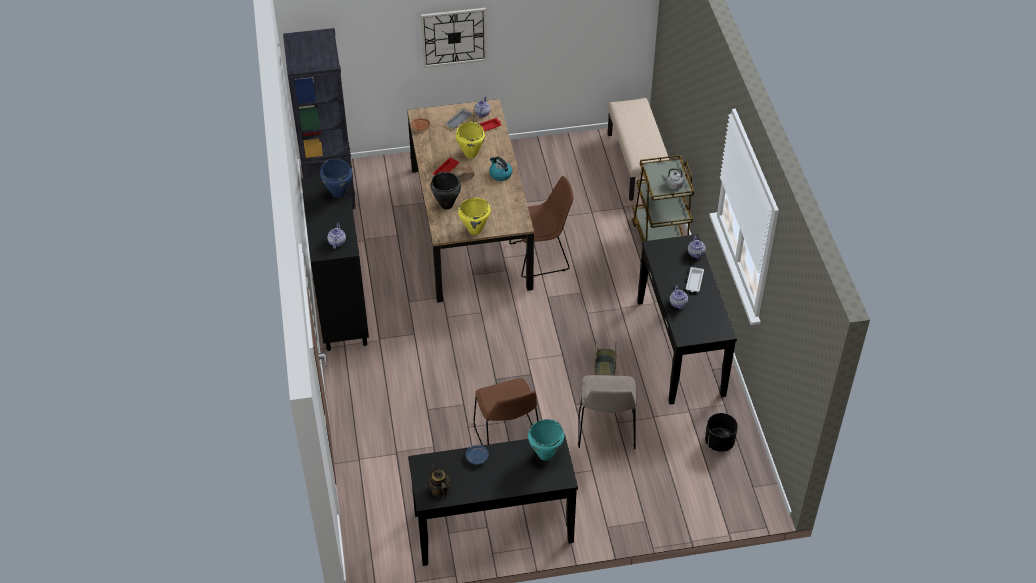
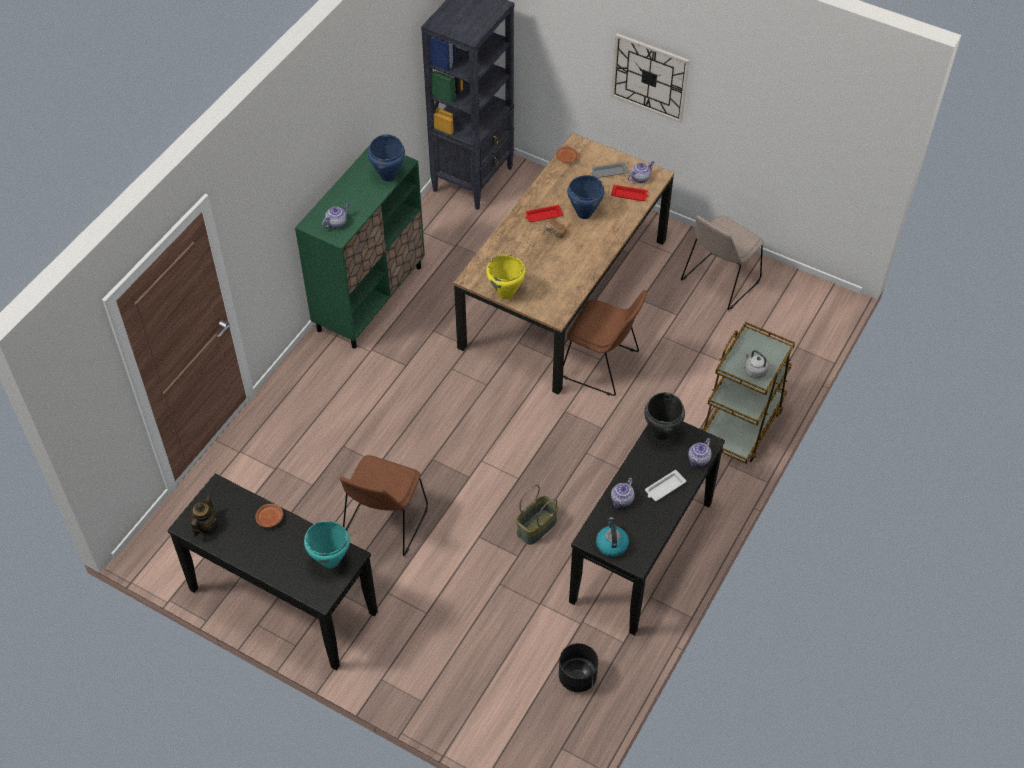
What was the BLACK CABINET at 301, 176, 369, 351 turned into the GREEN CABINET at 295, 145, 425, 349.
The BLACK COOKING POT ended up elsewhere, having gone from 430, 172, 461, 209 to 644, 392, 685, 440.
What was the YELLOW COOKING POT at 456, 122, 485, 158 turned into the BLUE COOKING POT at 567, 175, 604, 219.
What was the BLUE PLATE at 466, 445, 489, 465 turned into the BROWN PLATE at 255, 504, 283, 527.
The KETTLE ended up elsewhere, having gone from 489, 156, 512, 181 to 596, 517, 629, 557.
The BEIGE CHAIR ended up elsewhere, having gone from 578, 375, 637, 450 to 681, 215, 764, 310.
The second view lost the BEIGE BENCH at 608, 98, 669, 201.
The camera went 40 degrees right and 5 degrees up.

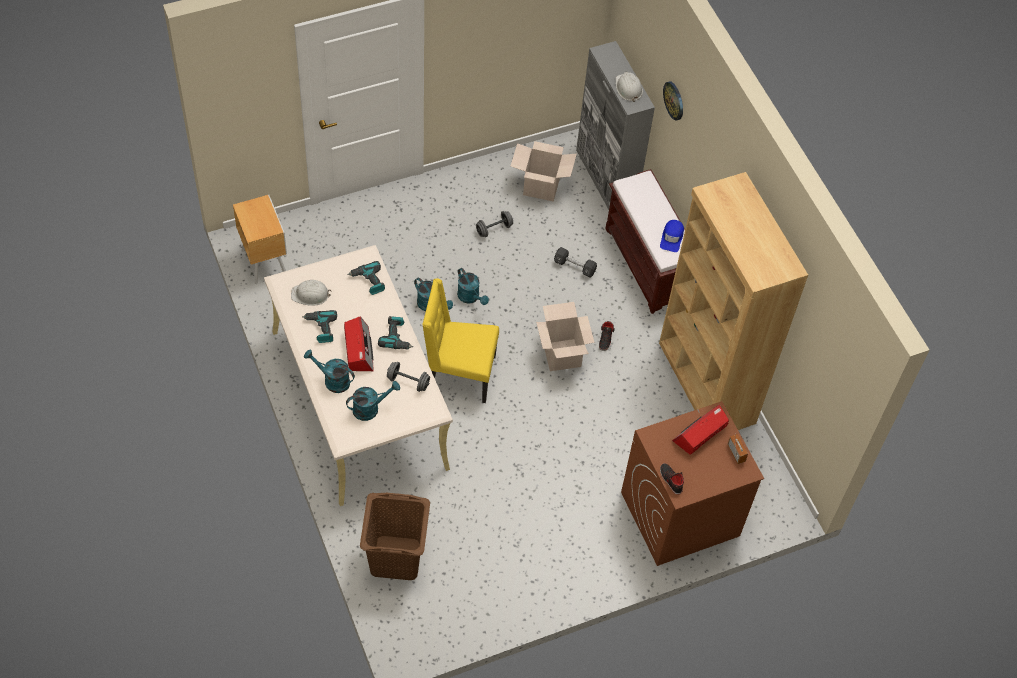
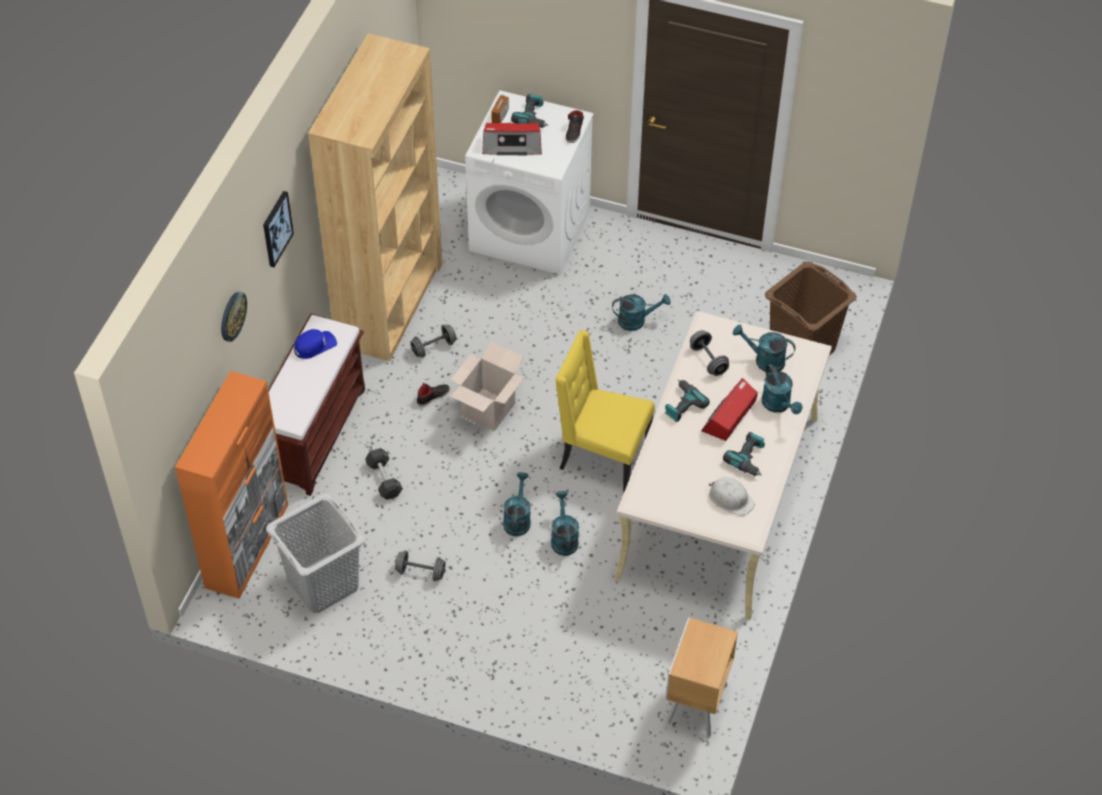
The POWER DRILL ended up elsewhere, having gone from 347, 261, 385, 295 to 511, 94, 548, 128.
The YELLOW CHAIR at 422, 278, 499, 403 ended up facing another way, 150 degrees clockwise from before.
Where the CARDBOARD BOX stood at 511, 141, 577, 202, the GREY LAUNDRY BASKET came to stand at 266, 493, 365, 613.
What was the GREY CABINET at 576, 41, 655, 210 turned into the ORANGE CABINET at 175, 371, 288, 599.
The second view lost the WHITE HARD HAT at 616, 72, 643, 102.
What was the BROWN WASHING MACHINE at 621, 401, 764, 566 turned into the WHITE WASHING MACHINE at 465, 90, 594, 275.
The second view gained the PICTURE at 263, 191, 294, 267.
The second view gained the GREY DUMBBELL at 410, 324, 457, 357.
The second view gained the TURQUOISE WATERING CAN at 612, 294, 671, 331.
The camera went 135 degrees left and 5 degrees down.

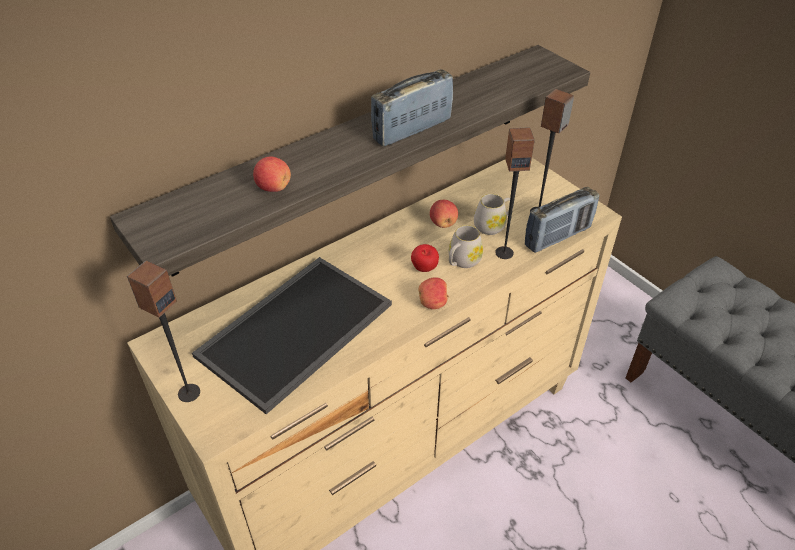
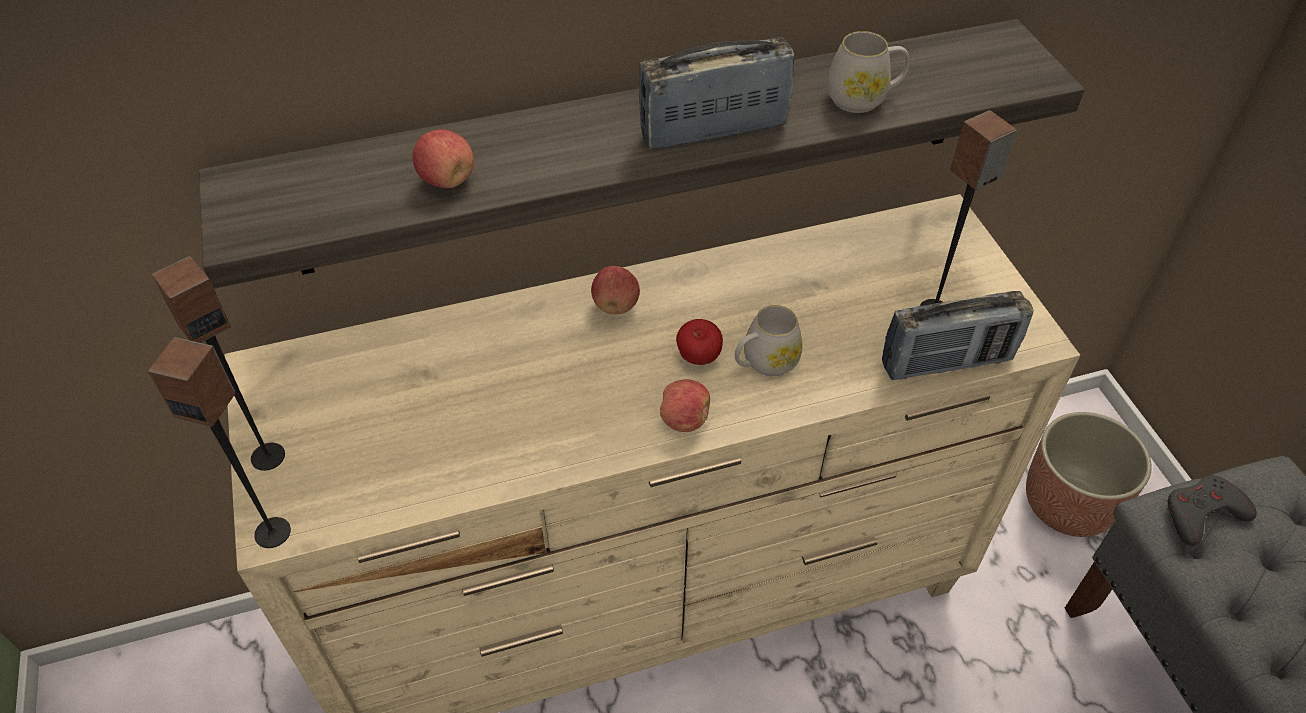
The second view lost the TRAY at 192, 257, 392, 414.
The APPLE ended up elsewhere, having gone from 430, 200, 458, 228 to 591, 266, 640, 314.
The WHITE MUG ended up elsewhere, having gone from 474, 194, 510, 235 to 827, 31, 910, 113.
The SPEAKER ended up elsewhere, having gone from 495, 127, 535, 259 to 148, 337, 291, 548.
The second view gained the PLANTER at 1026, 412, 1152, 537.
The second view gained the GREY GAME CONTROLLER at 1167, 476, 1257, 546.
The camera went 20 degrees right and 5 degrees up.

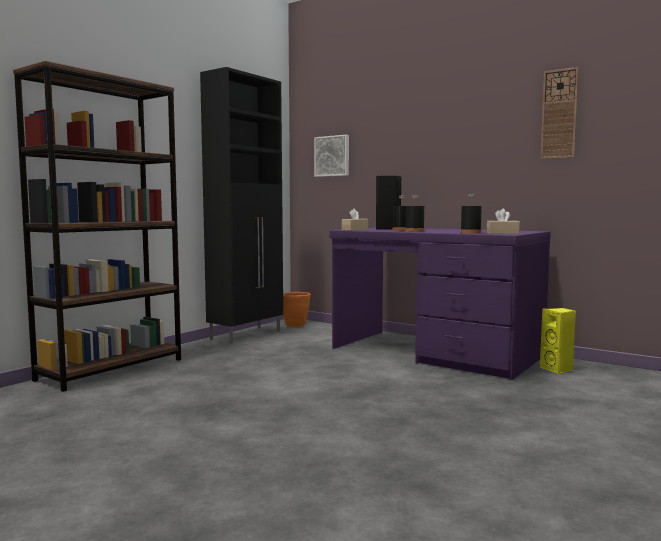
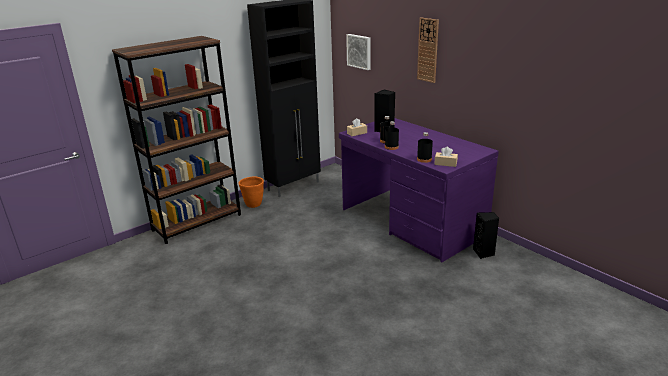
The ORANGE PLANTER ended up elsewhere, having gone from 283, 292, 311, 327 to 239, 176, 264, 208.
What was the YELLOW SPEAKER at 540, 308, 576, 374 turned into the BLACK SPEAKER at 473, 212, 500, 259.
The WALL CLOCK ended up elsewhere, having gone from 541, 67, 579, 159 to 417, 17, 439, 83.
The camera went 15 degrees right and 20 degrees up.

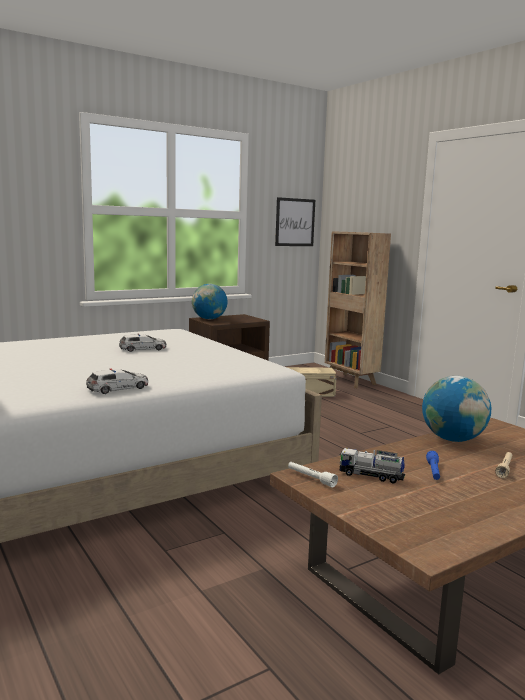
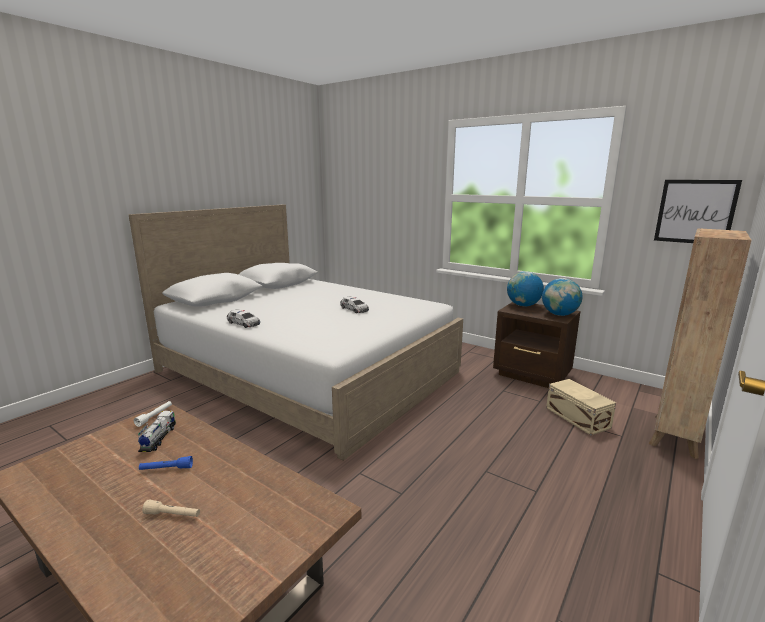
The GLOBE ended up elsewhere, having gone from 422, 376, 491, 442 to 542, 278, 583, 316.
The camera went 70 degrees right and 5 degrees up.

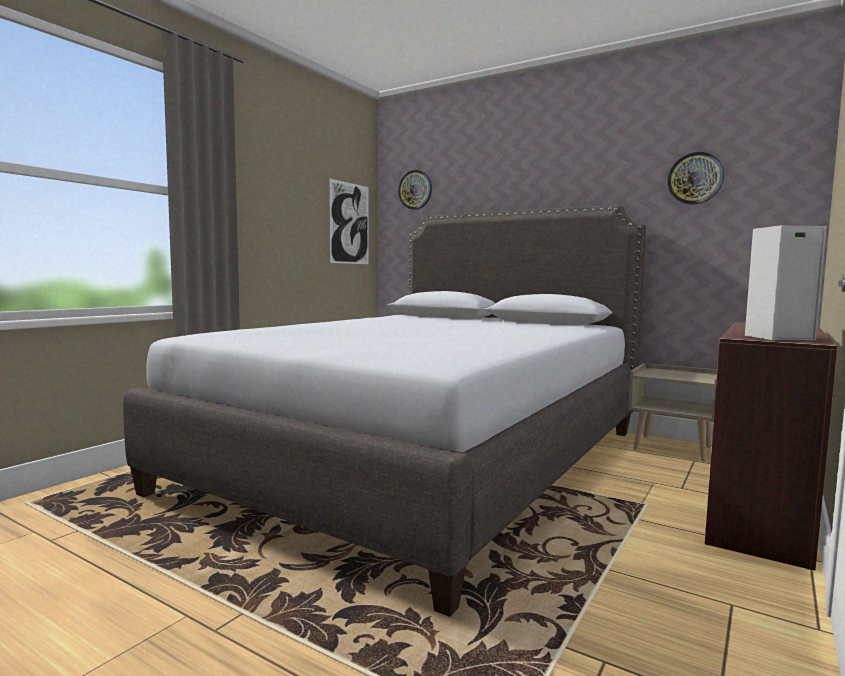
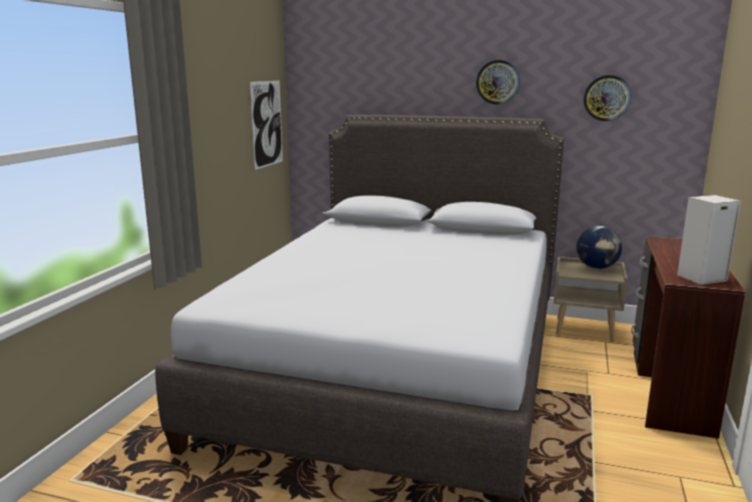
The WALL CLOCK ended up elsewhere, having gone from 398, 170, 432, 210 to 476, 60, 520, 105.
The second view gained the GLOBE at 576, 226, 622, 269.
The camera went 15 degrees left and 10 degrees up.

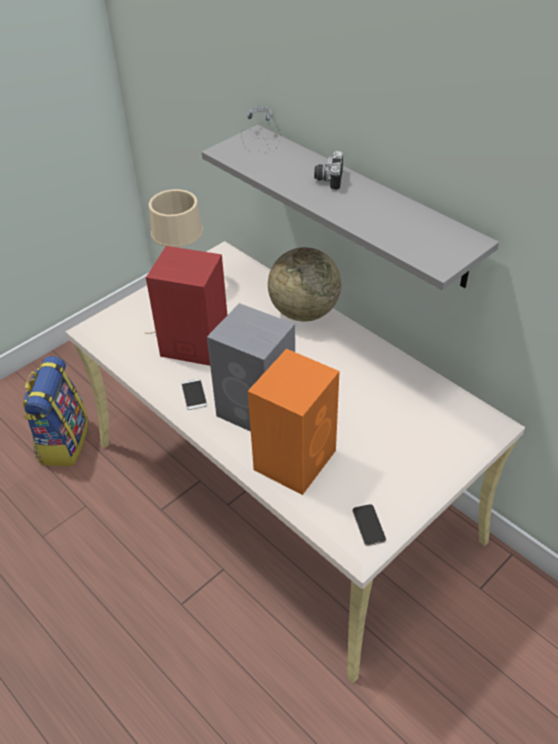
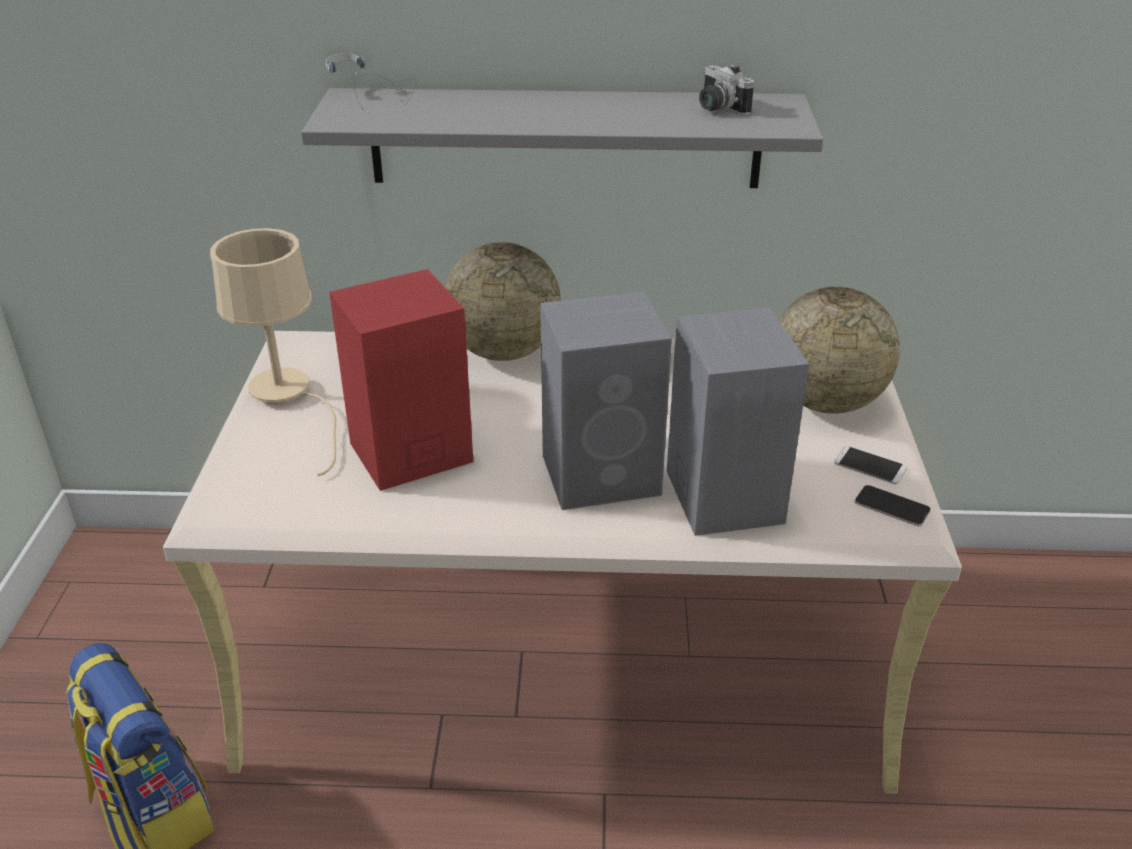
The PHONE ended up elsewhere, having gone from 181, 379, 207, 410 to 834, 446, 907, 484.
What was the ORANGE SPEAKER at 248, 349, 340, 495 turned into the GREY SPEAKER at 667, 308, 809, 536.
The PHOTO CAMERA ended up elsewhere, having gone from 314, 151, 343, 191 to 699, 63, 754, 115.
The second view gained the GLOBE at 779, 287, 900, 414.
The camera went 45 degrees left and 10 degrees down.

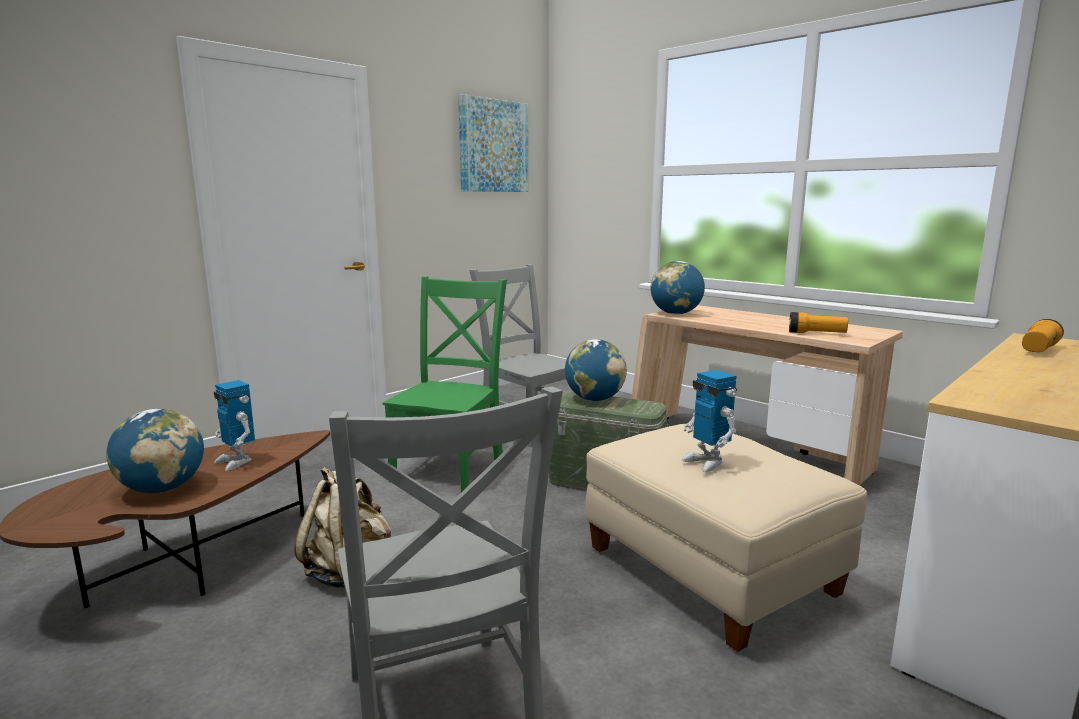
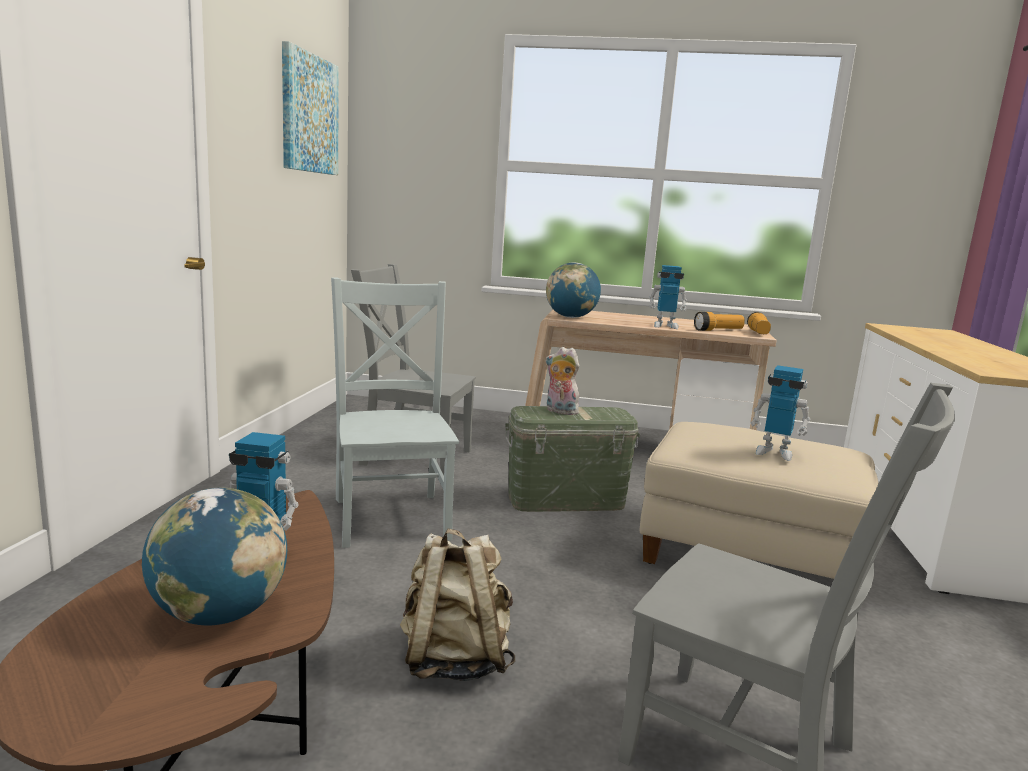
What was the GREEN CHAIR at 382, 276, 507, 492 turned into the GREY CHAIR at 331, 278, 459, 548.
Where the GLOBE stood at 565, 339, 627, 401, the PLUSH TOY came to stand at 545, 347, 580, 415.
The FLASHLIGHT ended up elsewhere, having gone from 1022, 319, 1064, 352 to 747, 312, 771, 334.
The second view gained the TOY ROBOT at 649, 265, 687, 329.
The camera went 35 degrees left and 0 degrees up.

